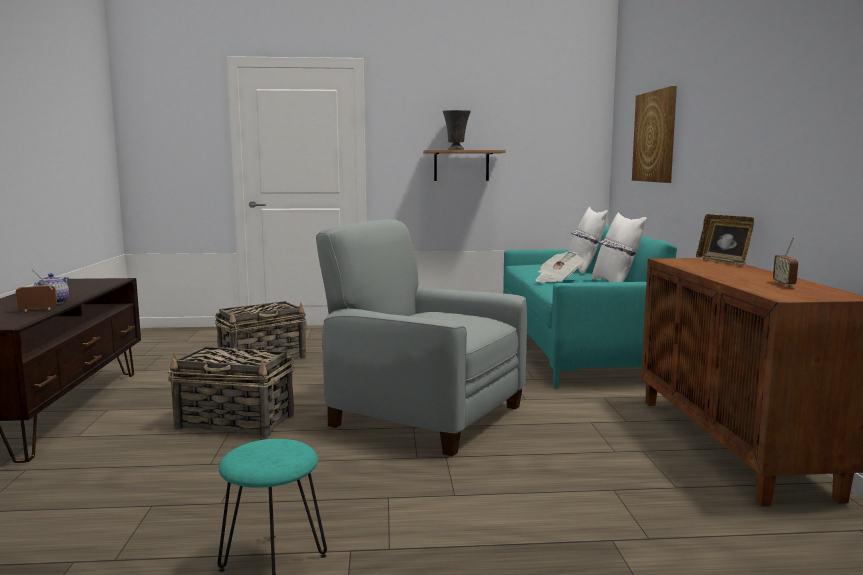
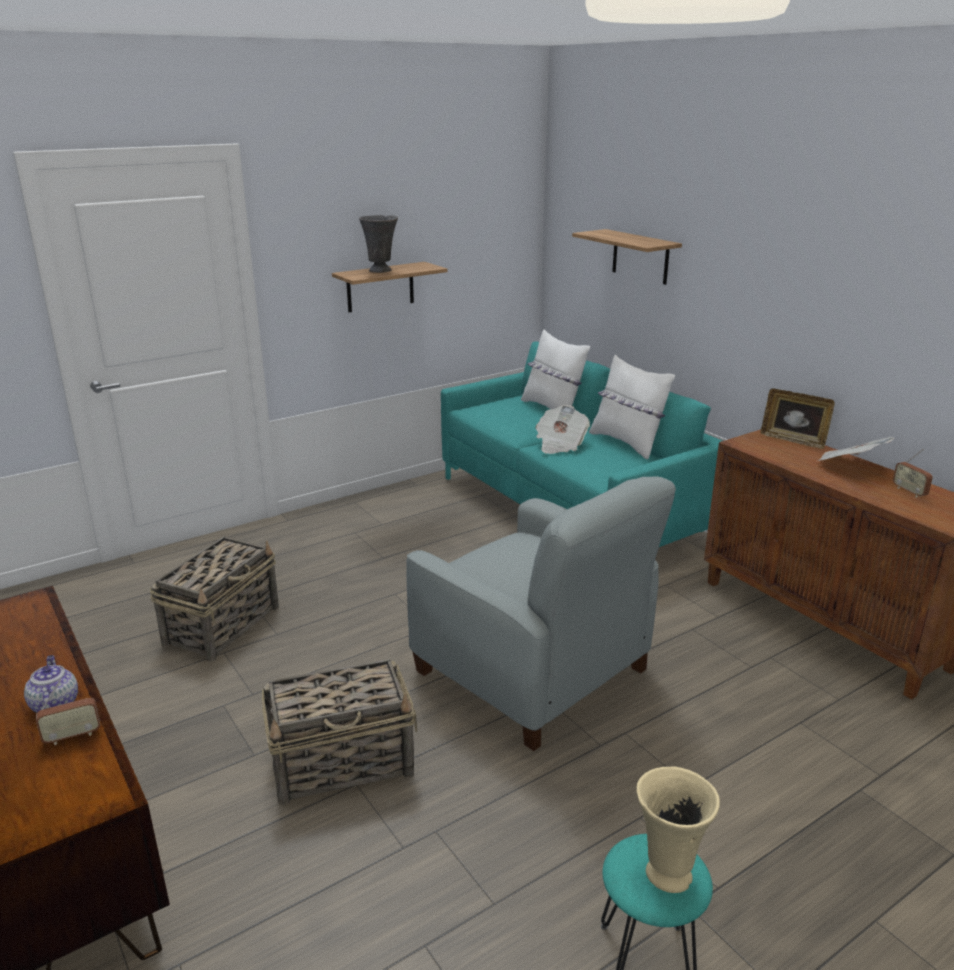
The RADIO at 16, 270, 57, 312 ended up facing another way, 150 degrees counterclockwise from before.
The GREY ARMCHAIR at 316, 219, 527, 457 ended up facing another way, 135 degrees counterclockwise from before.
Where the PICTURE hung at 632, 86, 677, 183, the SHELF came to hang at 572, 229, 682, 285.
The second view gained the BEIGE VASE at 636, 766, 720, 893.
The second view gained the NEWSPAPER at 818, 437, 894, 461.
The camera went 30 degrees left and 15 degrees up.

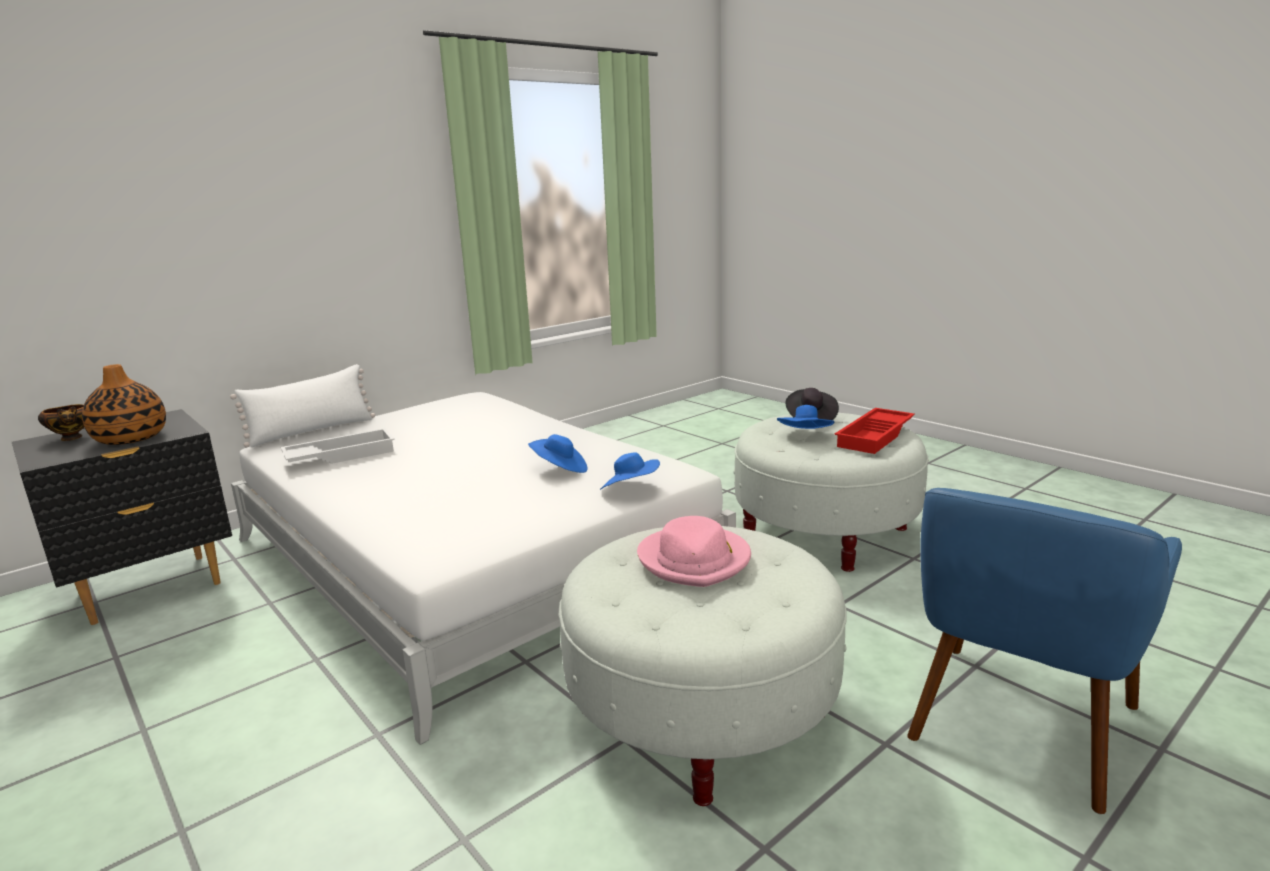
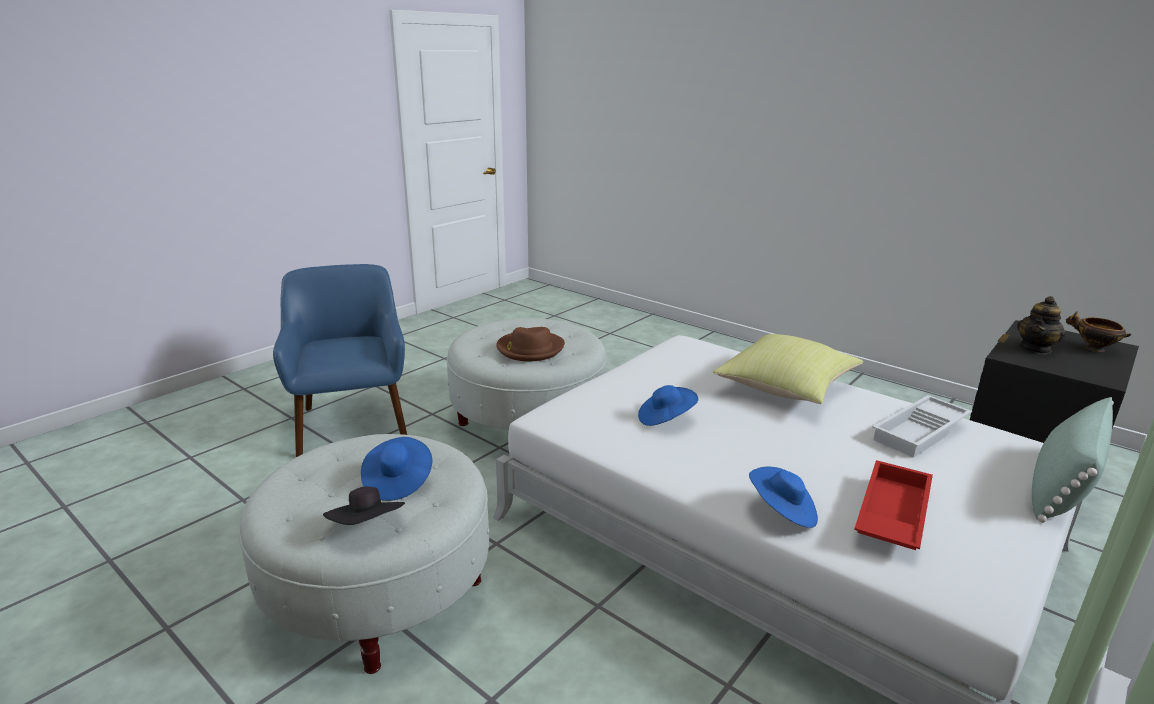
Where the VASE stood at 82, 364, 166, 445, the TEAPOT came to stand at 1017, 296, 1066, 355.
What was the WHITE PILLOW at 230, 364, 375, 447 turned into the GREEN PILLOW at 1032, 397, 1114, 523.
The BLUE HAT ended up elsewhere, having gone from 600, 452, 660, 490 to 749, 467, 818, 528.
What was the PINK HAT at 637, 516, 751, 587 turned into the BROWN HAT at 496, 327, 565, 361.
The RED TRAY ended up elsewhere, having gone from 835, 408, 915, 454 to 854, 460, 933, 550.
The BLUE ARMCHAIR at 907, 488, 1182, 814 ended up facing another way, 45 degrees counterclockwise from before.
The second view gained the YELLOW PILLOW at 713, 334, 863, 404.
The camera went 170 degrees right and 5 degrees up.

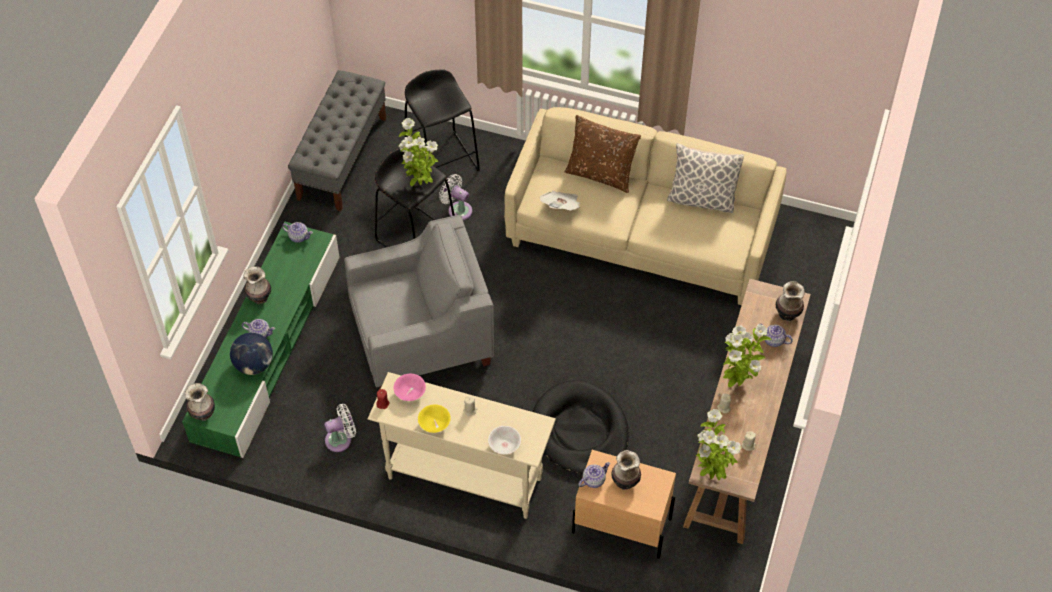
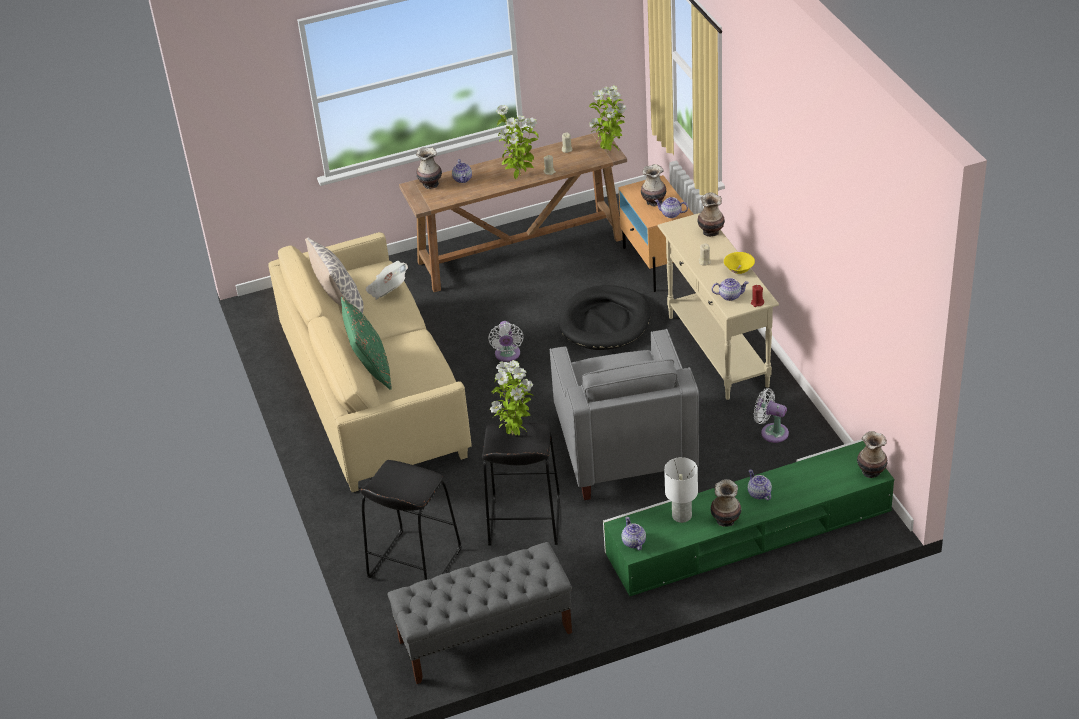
The second view lost the GLOBE at 230, 333, 273, 375.
The GREY ARMCHAIR at 344, 215, 494, 389 ended up facing another way, 135 degrees counterclockwise from before.
Where the PINK BOWL stood at 393, 374, 426, 401, the TEAPOT came to stand at 712, 278, 749, 301.
The WHITE FAN ended up elsewhere, having gone from 439, 174, 472, 220 to 488, 321, 524, 362.
Where the WHITE BOWL stood at 488, 426, 521, 454, the VASE came to stand at 697, 193, 725, 237.
The NEWSPAPER ended up elsewhere, having gone from 540, 190, 580, 210 to 366, 261, 408, 300.
What was the BROWN PILLOW at 565, 115, 641, 193 turned into the GREEN PILLOW at 341, 296, 392, 390.
The second view gained the WHITE TABLE LAMP at 664, 457, 698, 523.
The camera went 125 degrees left and 15 degrees down.

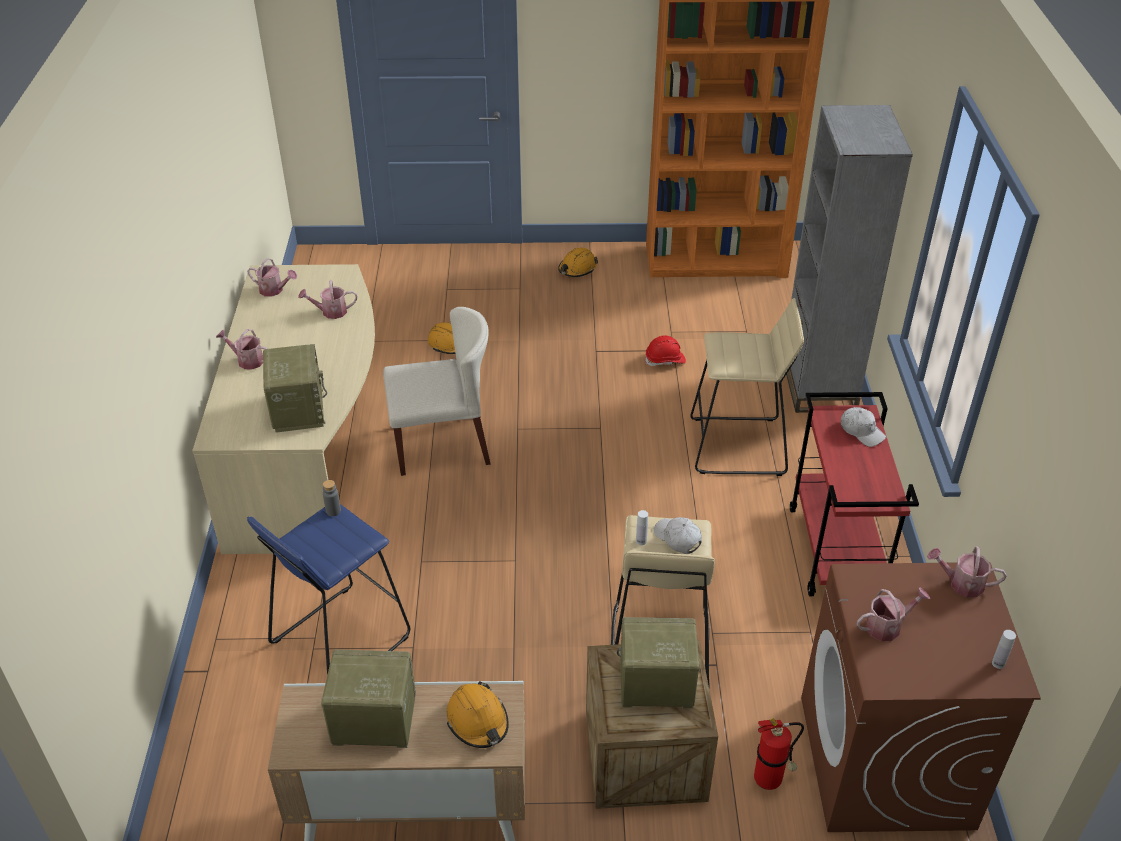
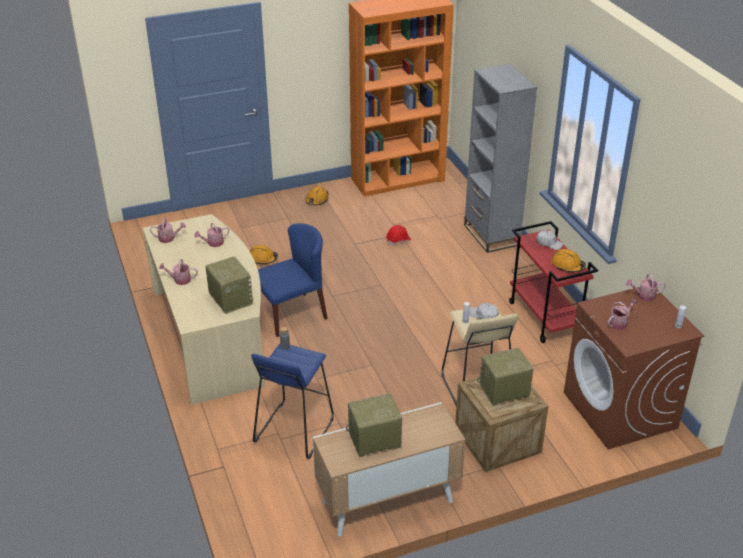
What was the BEIGE CHAIR at 383, 307, 490, 476 turned into the BLUE CHAIR at 258, 223, 328, 337.
The ORANGE HARD HAT ended up elsewhere, having gone from 447, 681, 509, 748 to 551, 249, 586, 272.
The second view lost the BEIGE STOOL at 690, 298, 804, 476.
The second view lost the FIRE EXTINGUISHER at 754, 718, 804, 790.
The camera went 20 degrees left and 5 degrees down.

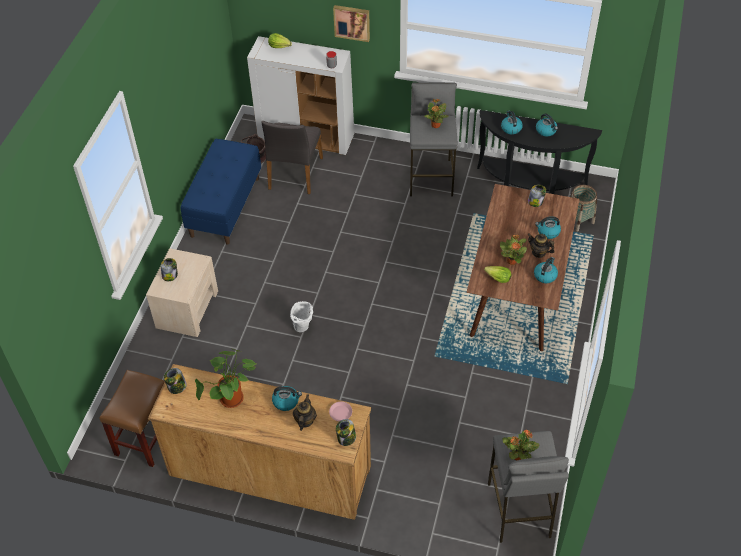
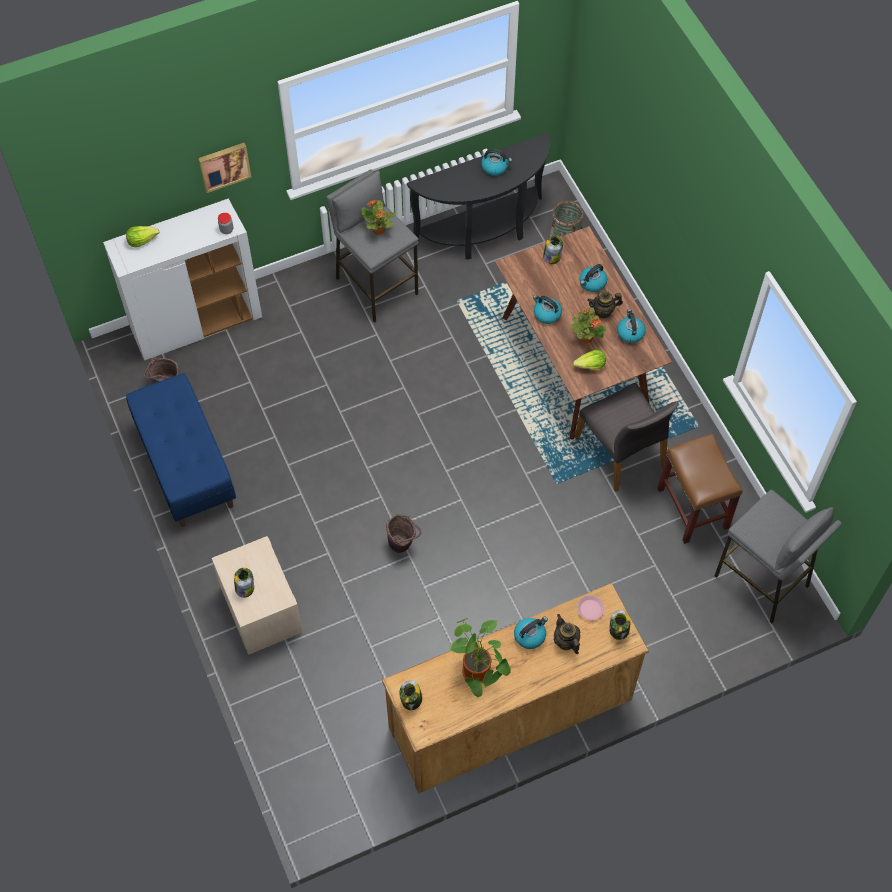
The BROWN STOOL ended up elsewhere, having gone from 100, 370, 165, 467 to 657, 434, 742, 544.
The GREY CHAIR ended up elsewhere, having gone from 262, 121, 323, 194 to 575, 383, 679, 492.
What was the WHITE BUCKET at 290, 301, 313, 332 turned into the BROWN BUCKET at 386, 514, 422, 553.
The KETTLE ended up elsewhere, having gone from 501, 111, 523, 135 to 533, 295, 562, 324.
The second view lost the POTTED PLANT at 502, 429, 539, 461.
The camera went 40 degrees left and 10 degrees up.

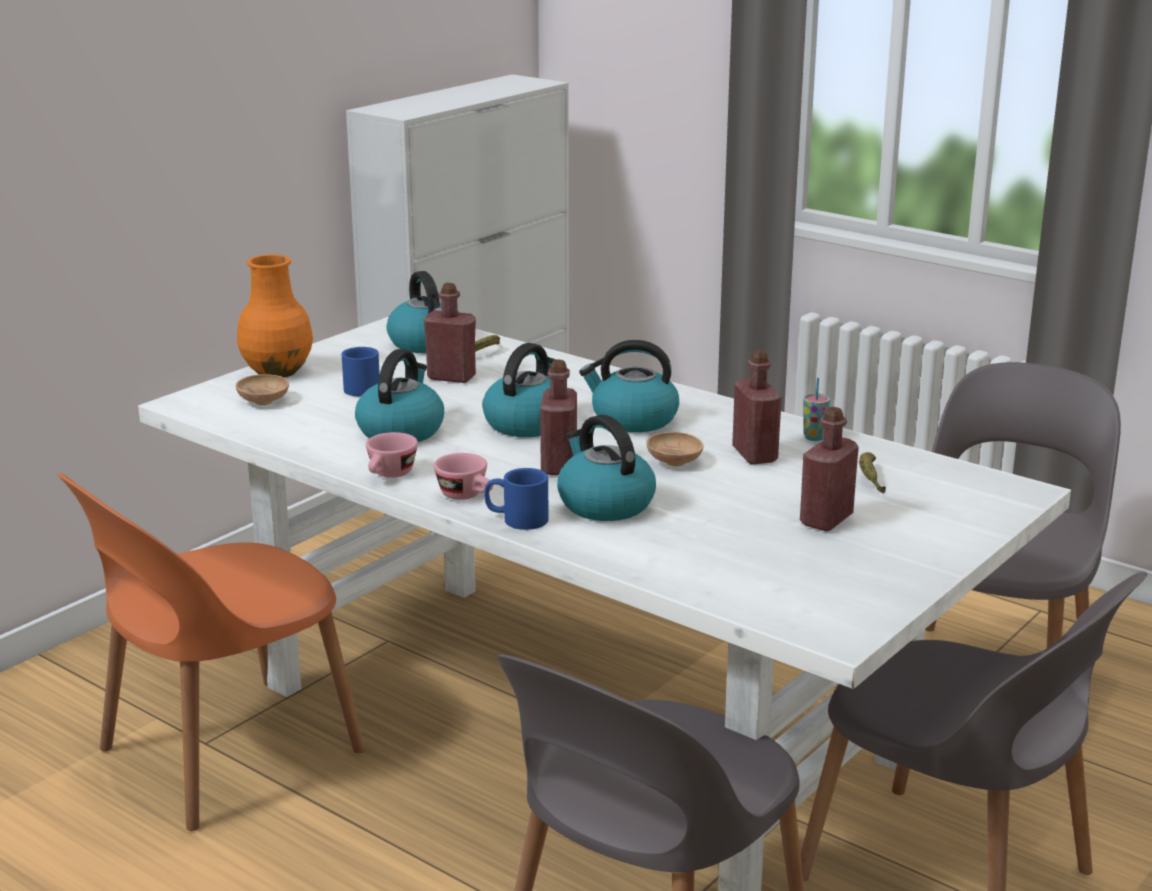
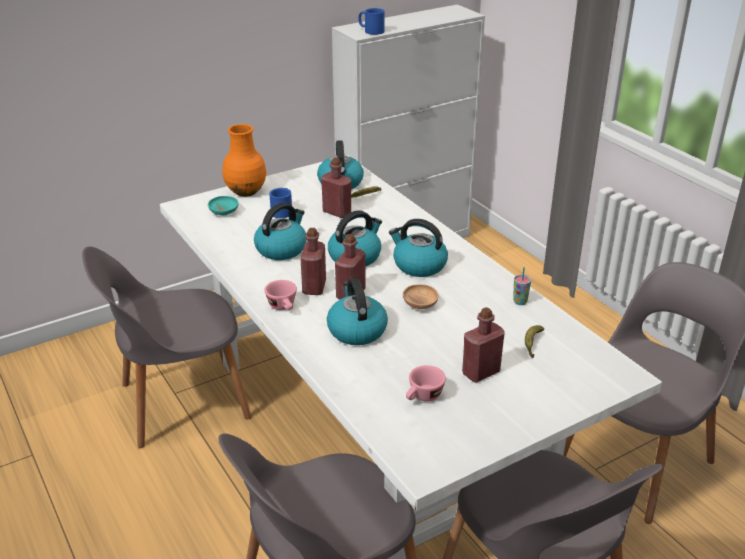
What was the ORANGE CHAIR at 57, 473, 365, 831 turned into the GREY CHAIR at 82, 247, 251, 448.
What was the BROWN BOWL at 236, 375, 289, 405 turned into the TURQUOISE BOWL at 208, 196, 239, 216.
The PINK CUP ended up elsewhere, having gone from 366, 432, 418, 478 to 406, 365, 446, 402.
The BLUE MUG ended up elsewhere, having gone from 484, 468, 549, 530 to 358, 8, 385, 35.
The RED BOTTLE ended up elsewhere, having gone from 732, 350, 782, 464 to 300, 228, 326, 295.
The camera went 20 degrees right and 10 degrees up.

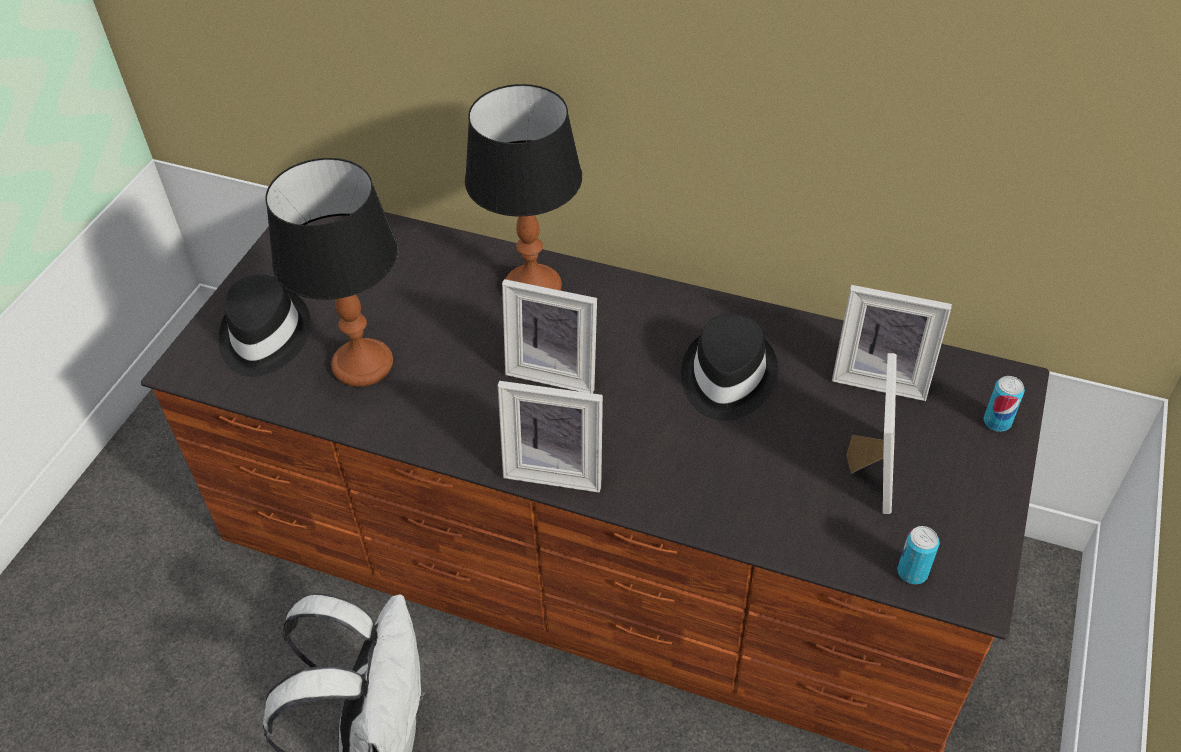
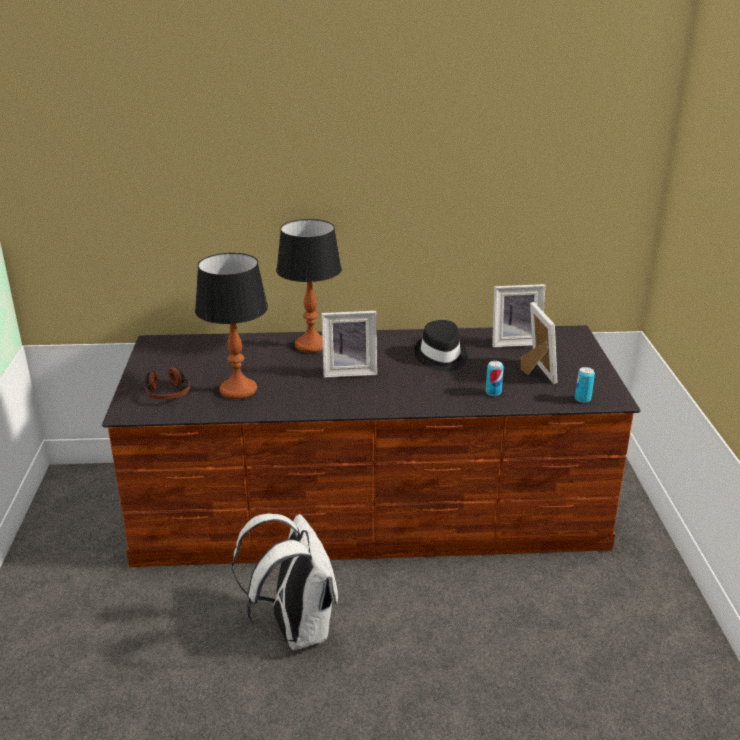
Where the BLACK HAT stood at 219, 275, 310, 377, the HEADPHONES came to stand at 145, 367, 190, 400.
The second view lost the PICTURE FRAME at 498, 381, 603, 493.
The CAN ended up elsewhere, having gone from 984, 376, 1025, 432 to 486, 361, 504, 396.
The camera went 25 degrees left and 20 degrees down.

